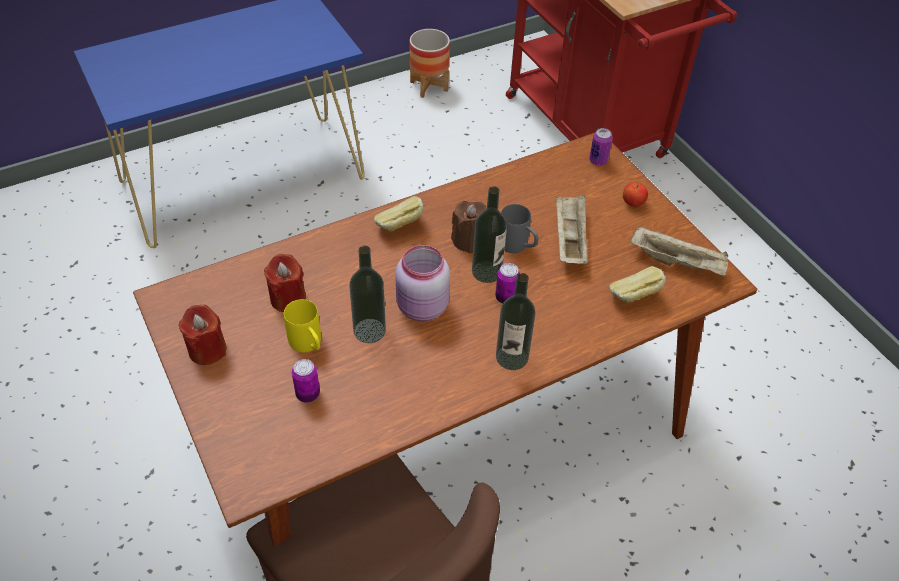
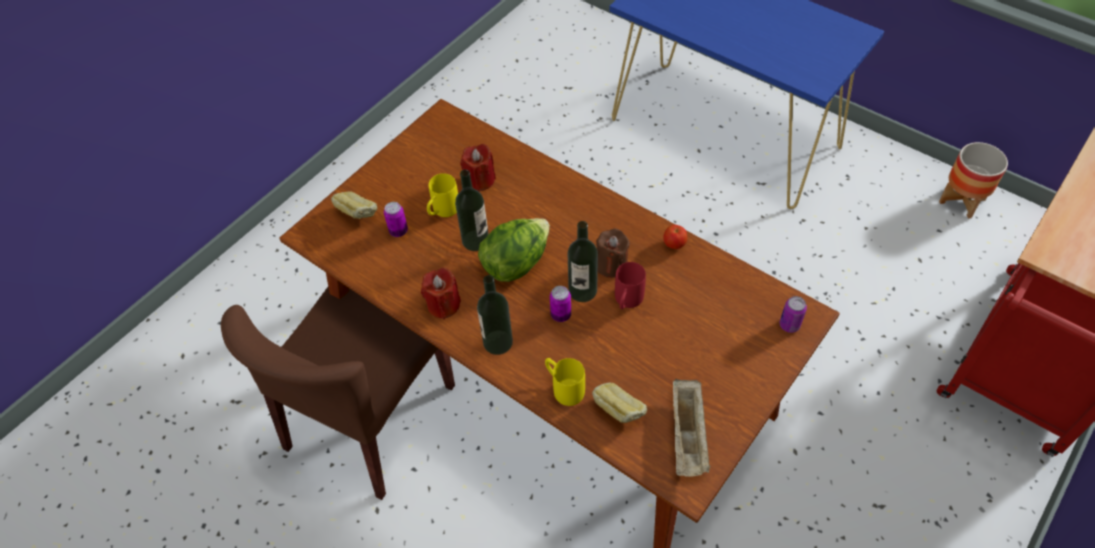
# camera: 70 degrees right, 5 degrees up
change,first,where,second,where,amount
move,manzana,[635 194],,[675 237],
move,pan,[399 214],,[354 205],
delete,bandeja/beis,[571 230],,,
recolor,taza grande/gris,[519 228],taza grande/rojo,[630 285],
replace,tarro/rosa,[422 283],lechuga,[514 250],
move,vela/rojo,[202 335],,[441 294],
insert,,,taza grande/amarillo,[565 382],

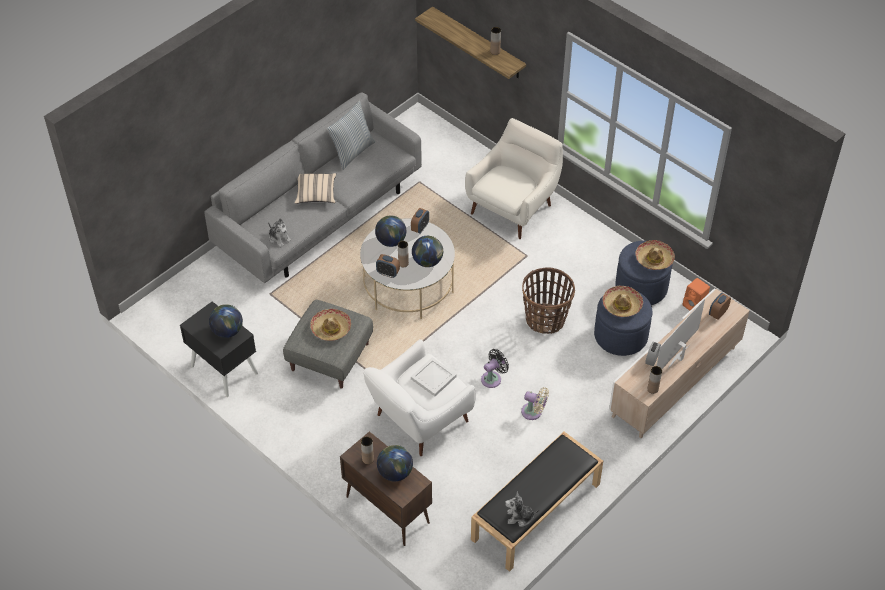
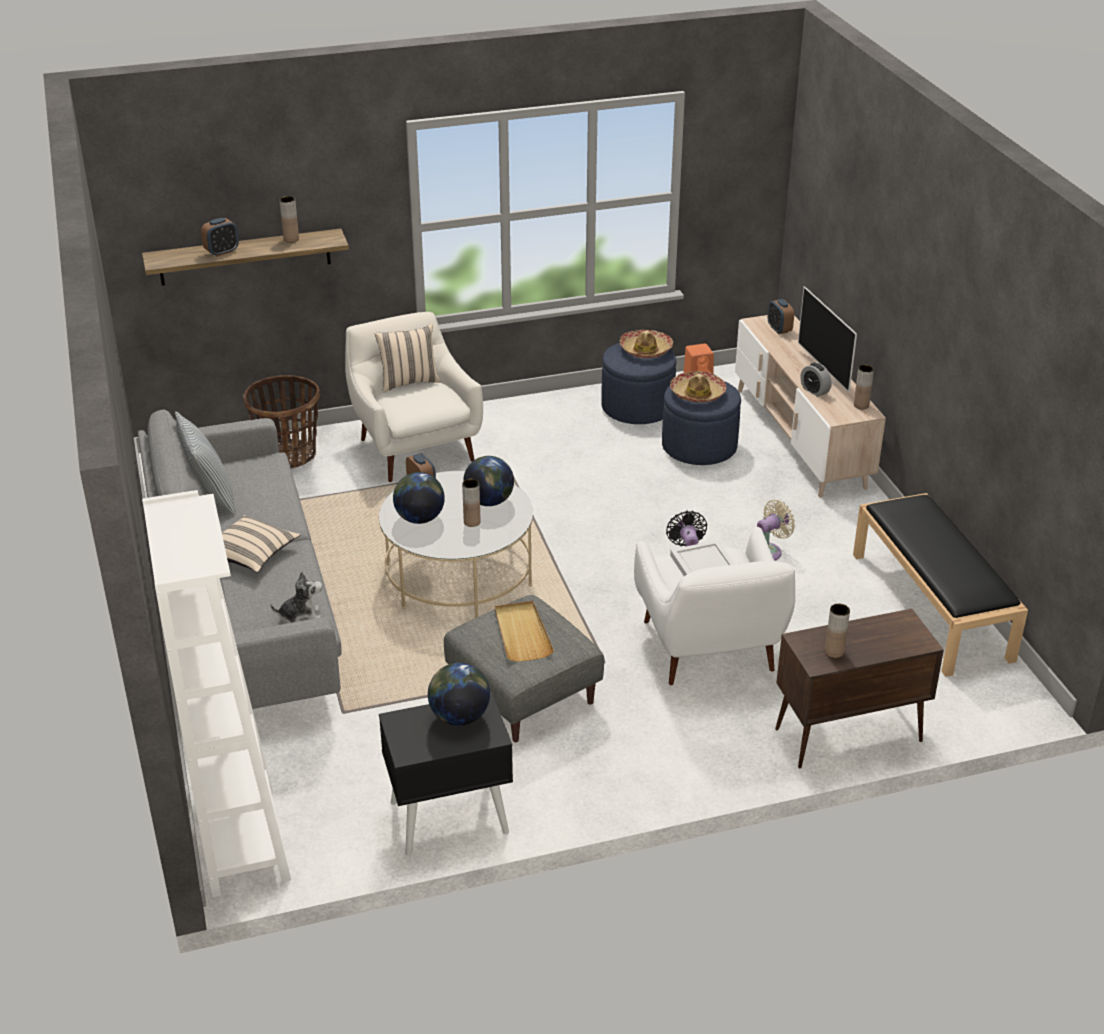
# camera: 60 degrees left, 15 degrees down
change,first,where,second,where,amount
move,despertador,[388 266],,[220 237],
move,cesta,[548 300],,[281 421],
replace,sombrero,[330 325],bandeja/beis,[524 631],
delete,globo terráqueo,[395 463],,,
delete,peluche,[522 509],,,
insert,,,cojín/beis,[407 358],
insert,,,estantería/blanco,[216 694],

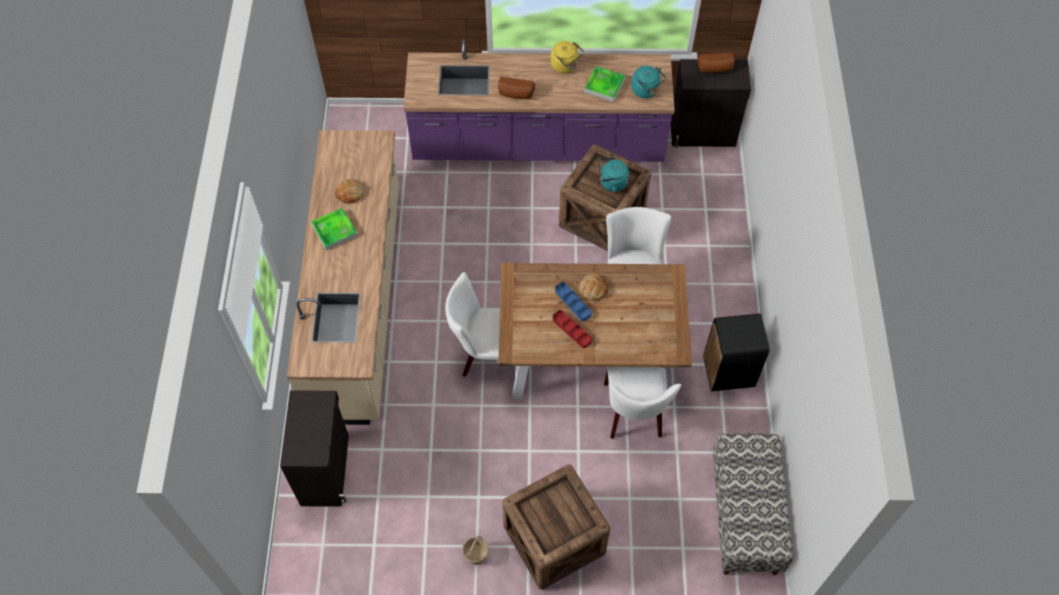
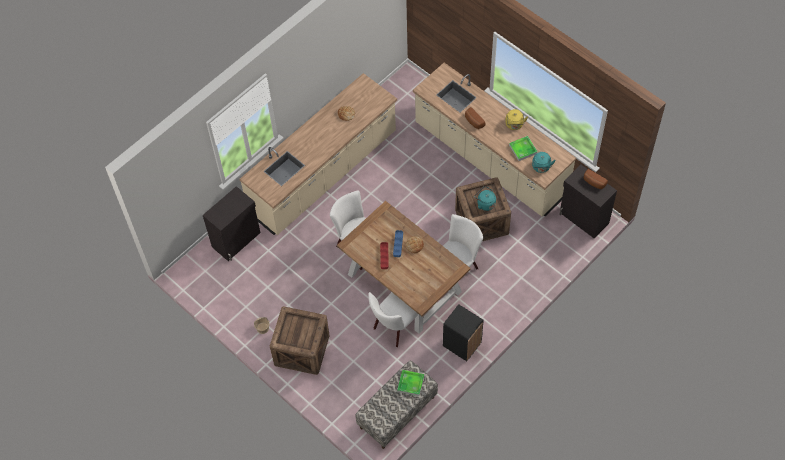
# camera: 45 degrees right, 0 degrees up
change,first,where,second,where,amount
recolor,mueble bajo de cocina/morado,[539 100],mueble bajo de cocina/beis,[494 139],
move,bandeja,[334 229],,[410 383],

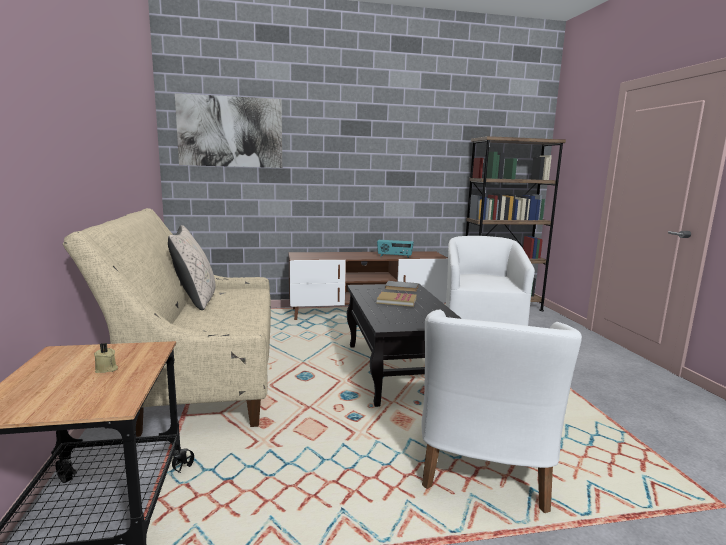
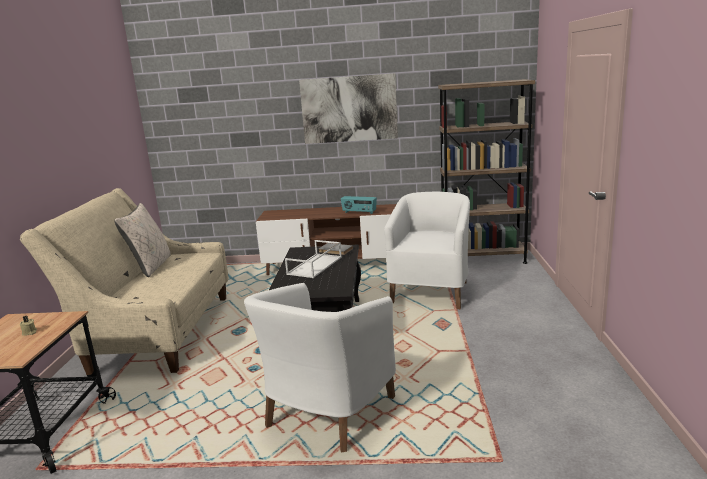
# camera: 15 degrees right, 5 degrees up
change,first,where,second,where,amount
move,cuadro,[228 130],,[348 108],
replace,libro,[397 299],bandeja/blanco,[313 259],

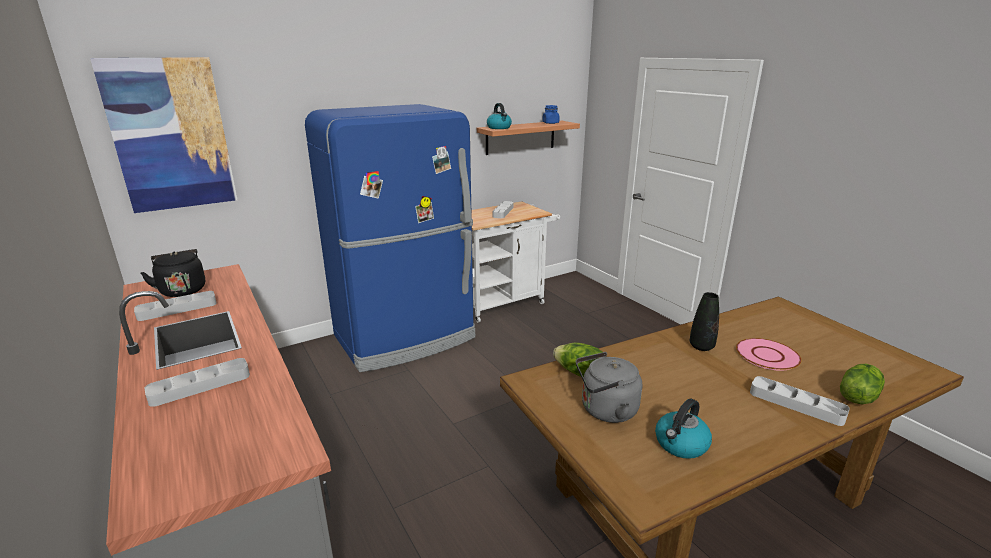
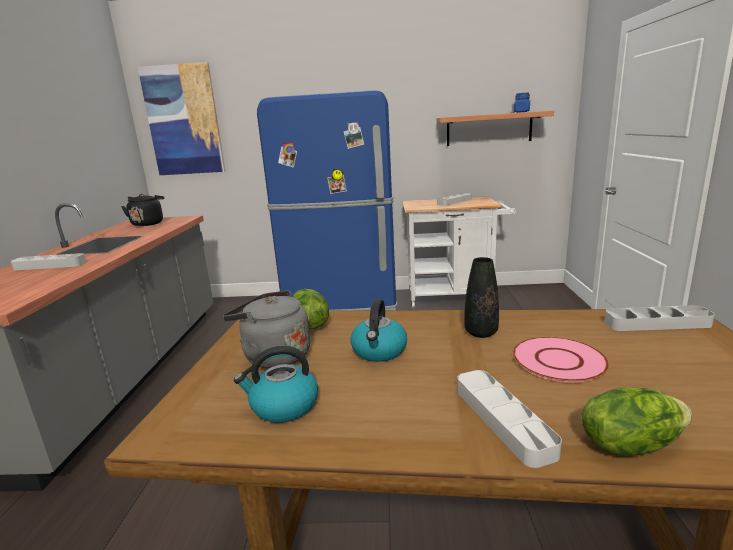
# camera: 35 degrees right, 5 degrees down
change,first,where,second,where,amount
move,hervidor,[499 116],,[378 330],
move,bandeja/gris,[175 306],,[660 318],

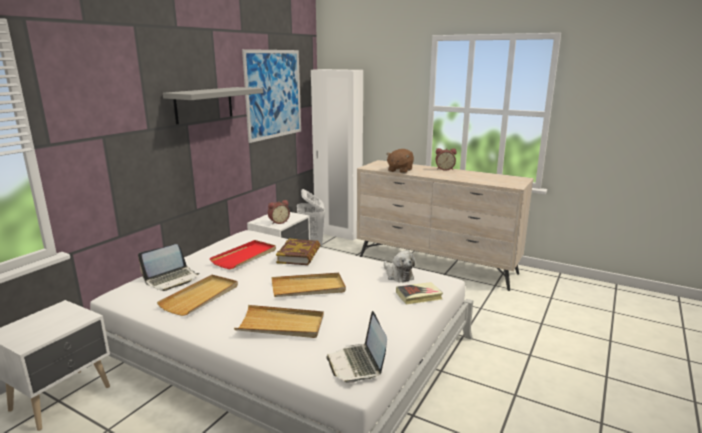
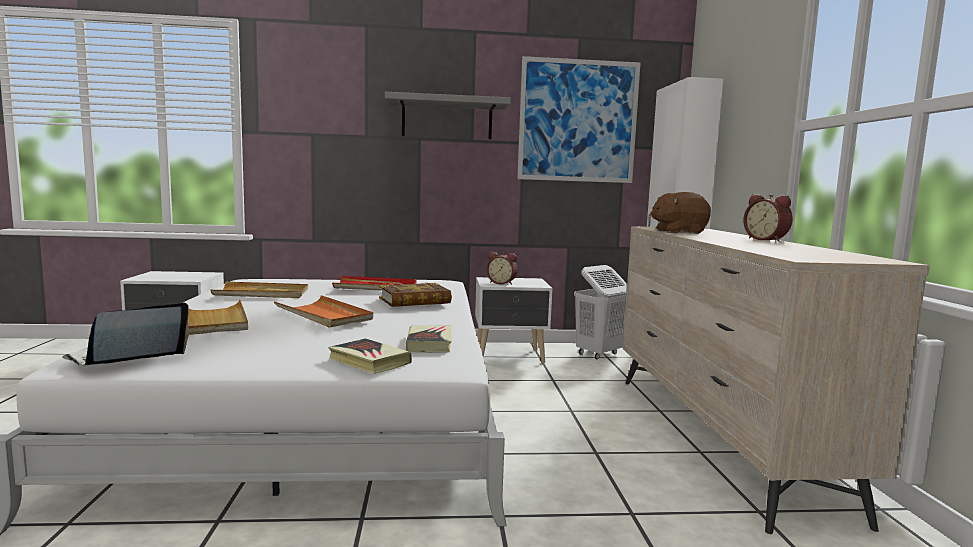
# camera: 55 degrees right, 10 degrees down
change,first,where,second,where,amount
delete,portátil,[168 267],,,
replace,peluche,[400 267],libro,[429 339],
recolor,bandeja/beis,[309 285],bandeja/naranja,[323 311],

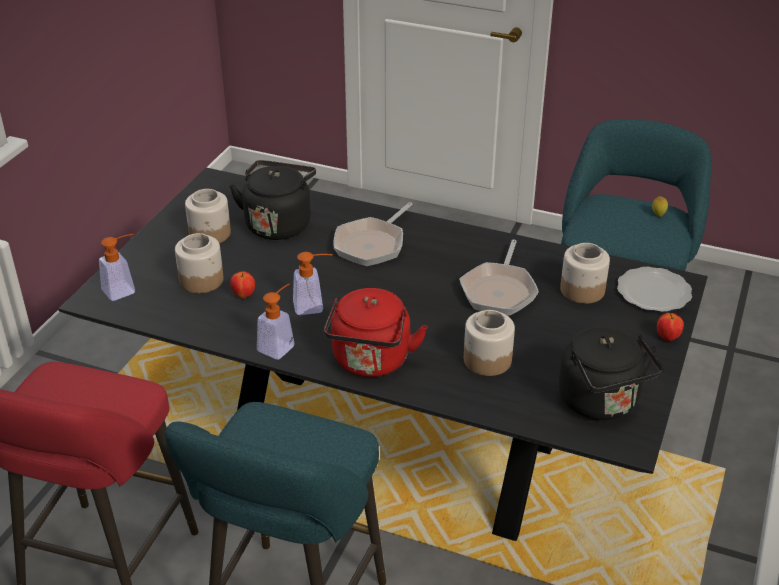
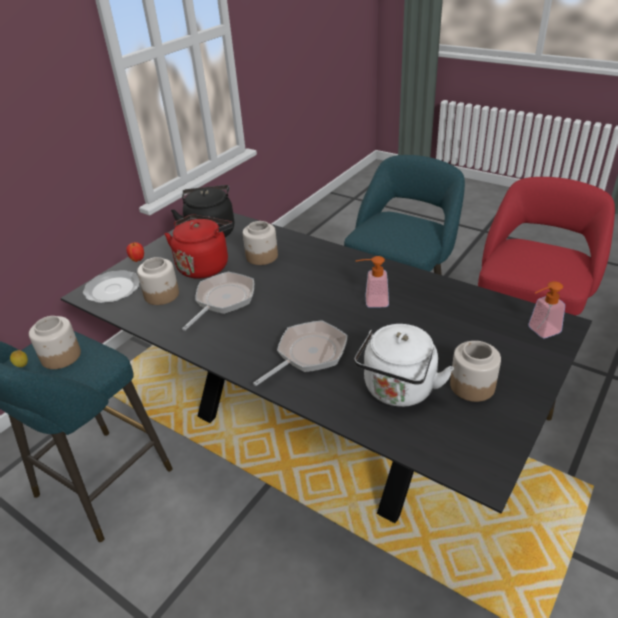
# camera: 165 degrees left, 0 degrees up
change,first,where,second,where,amount
recolor,hervidor/negro,[272 200],hervidor/blanco,[404 365],
move,tarro,[199 263],,[55 342],
delete,manzana,[242 285],,,
delete,dispensador de jabón,[276 322],,,
move,hervidor/rojo,[376 332],,[199 247],

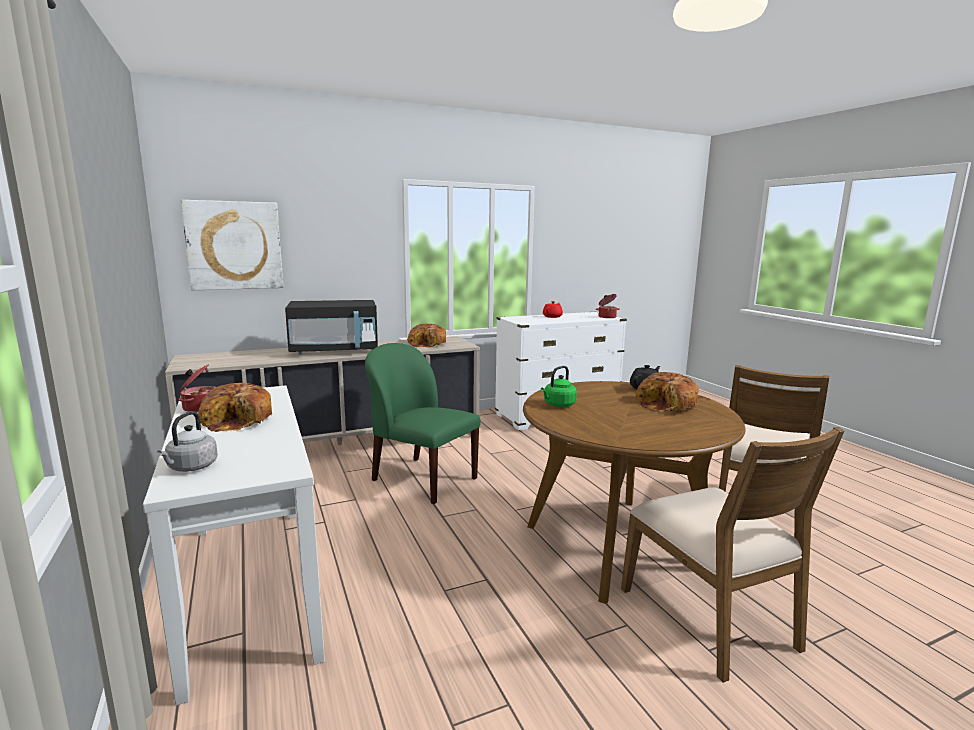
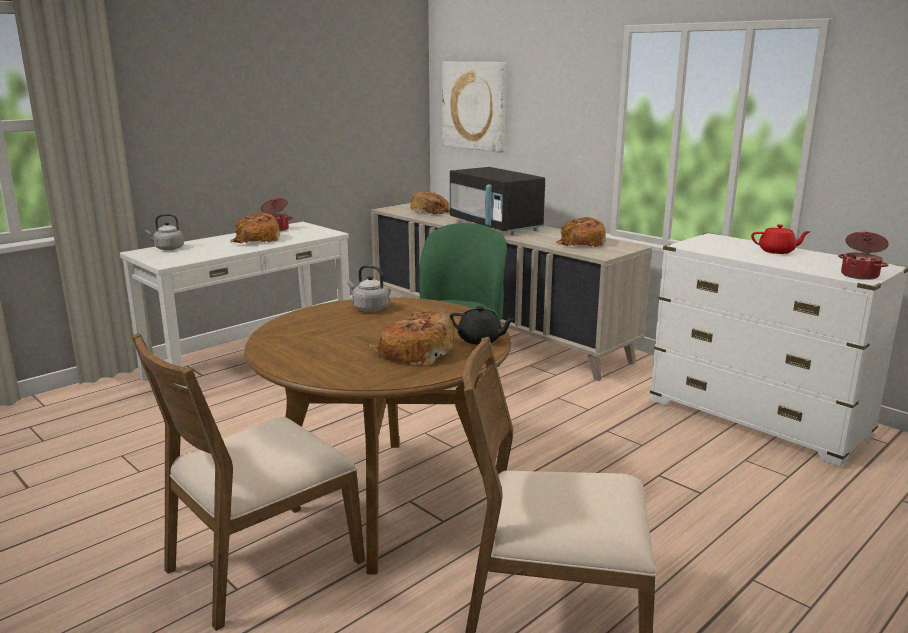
# camera: 70 degrees right, 5 degrees up
change,first,where,second,where,amount
recolor,hervidor/verde,[559 386],hervidor/gris,[368 288],
insert,,,pan,[430 203],

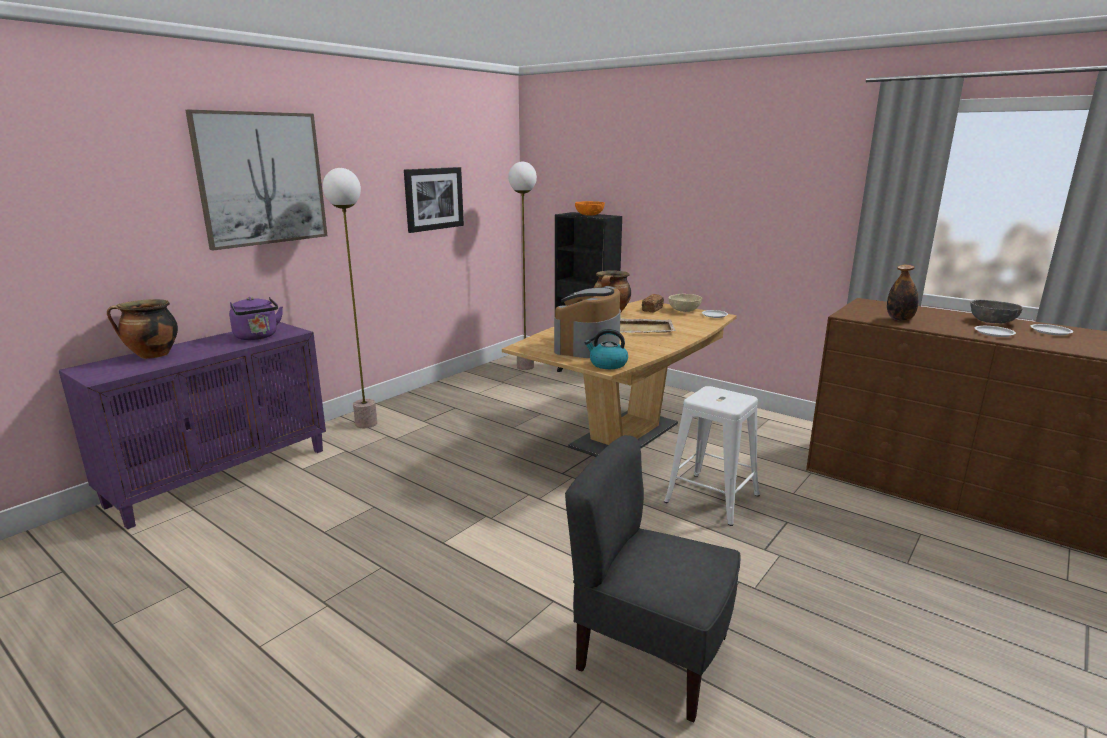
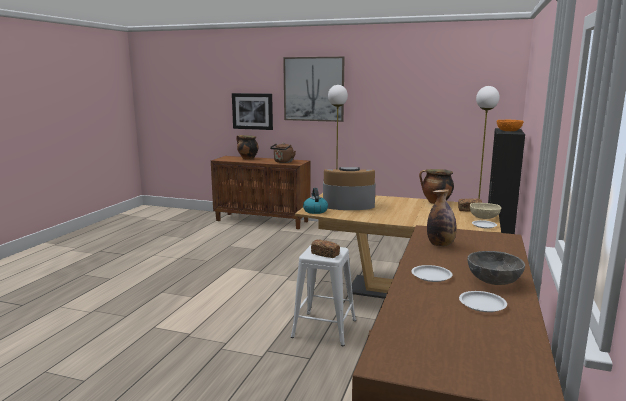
# camera: 70 degrees right, 5 degrees down
change,first,where,second,where,amount
move,cuadro,[434 200],,[252 111],
recolor,hervidor/morado,[256 318],hervidor/marrón,[283 153],
delete,bandeja/beis,[648 325],,,
recolor,armario/morado,[192 425],armario/marrón,[261 192],
delete,silla/gris,[653 578],,,
insert,,,pan,[325 248],

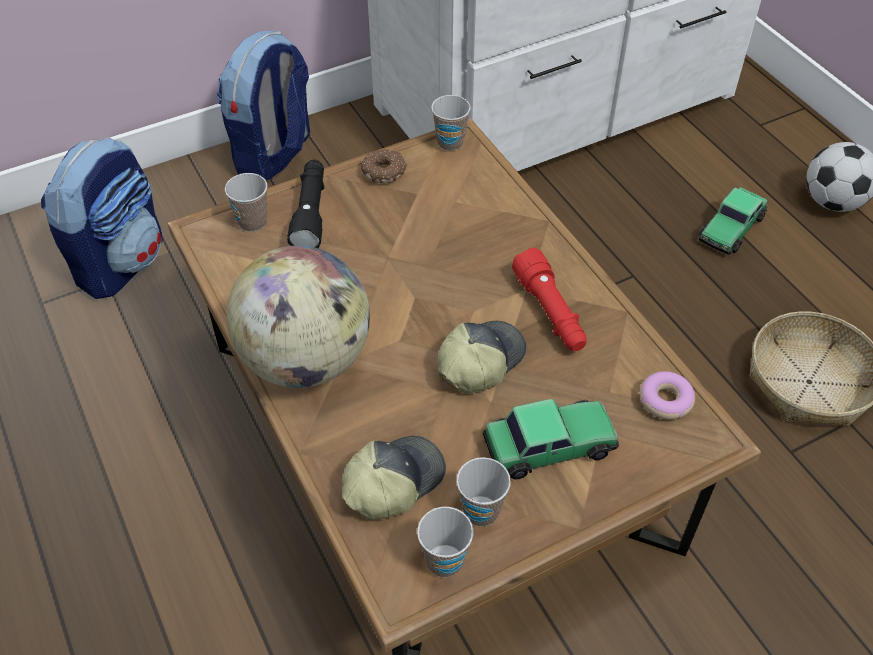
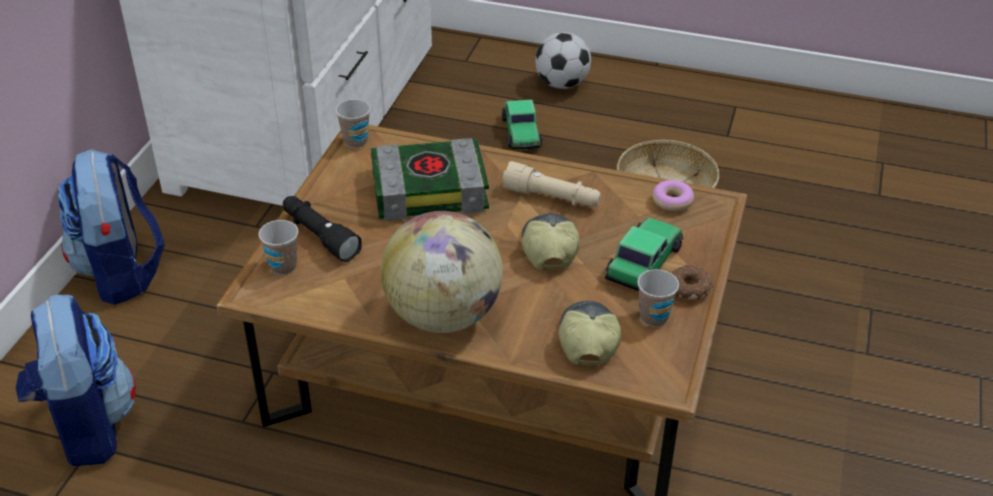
# camera: 45 degrees left, 10 degrees down
change,first,where,second,where,amount
move,rosquilla,[384 166],,[692 282],
recolor,linterna/rojo,[549 299],linterna/beis,[551 184],
delete,taza,[445 542],,,
insert,,,libro,[430 179],

